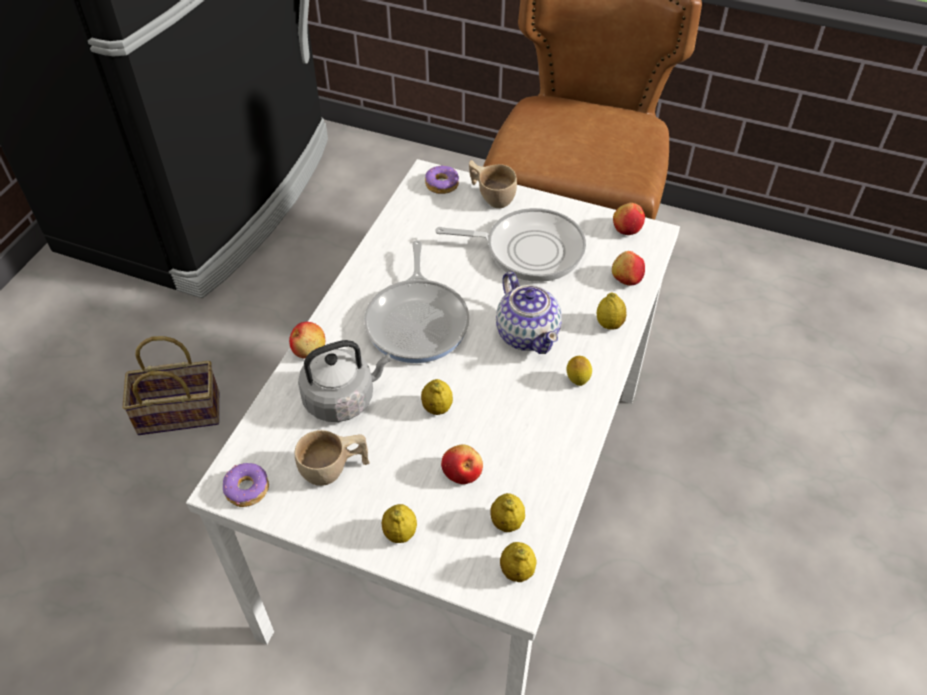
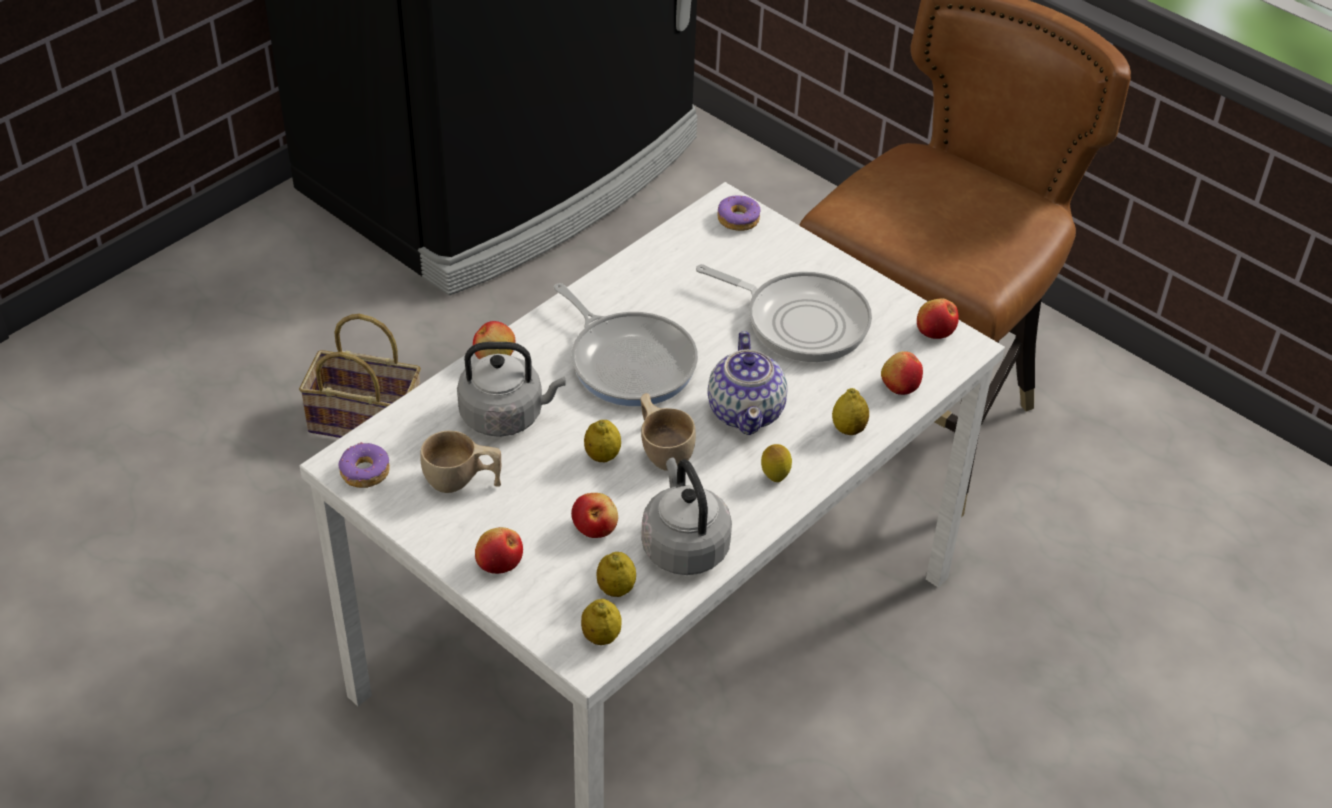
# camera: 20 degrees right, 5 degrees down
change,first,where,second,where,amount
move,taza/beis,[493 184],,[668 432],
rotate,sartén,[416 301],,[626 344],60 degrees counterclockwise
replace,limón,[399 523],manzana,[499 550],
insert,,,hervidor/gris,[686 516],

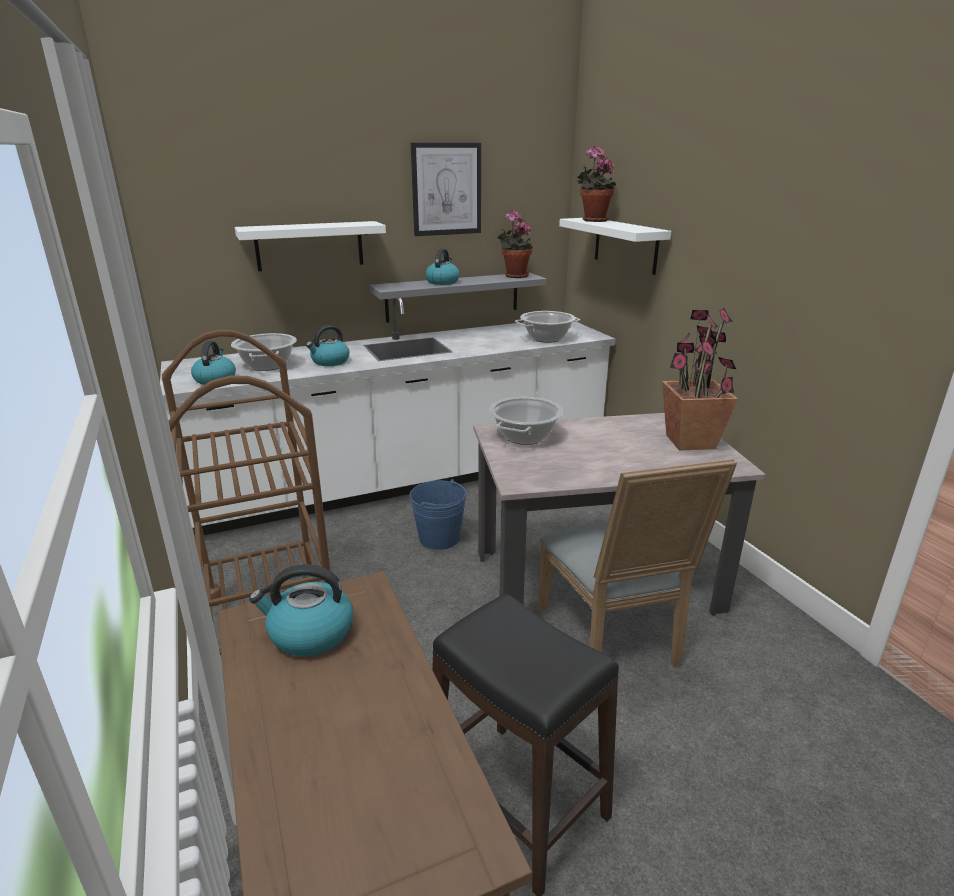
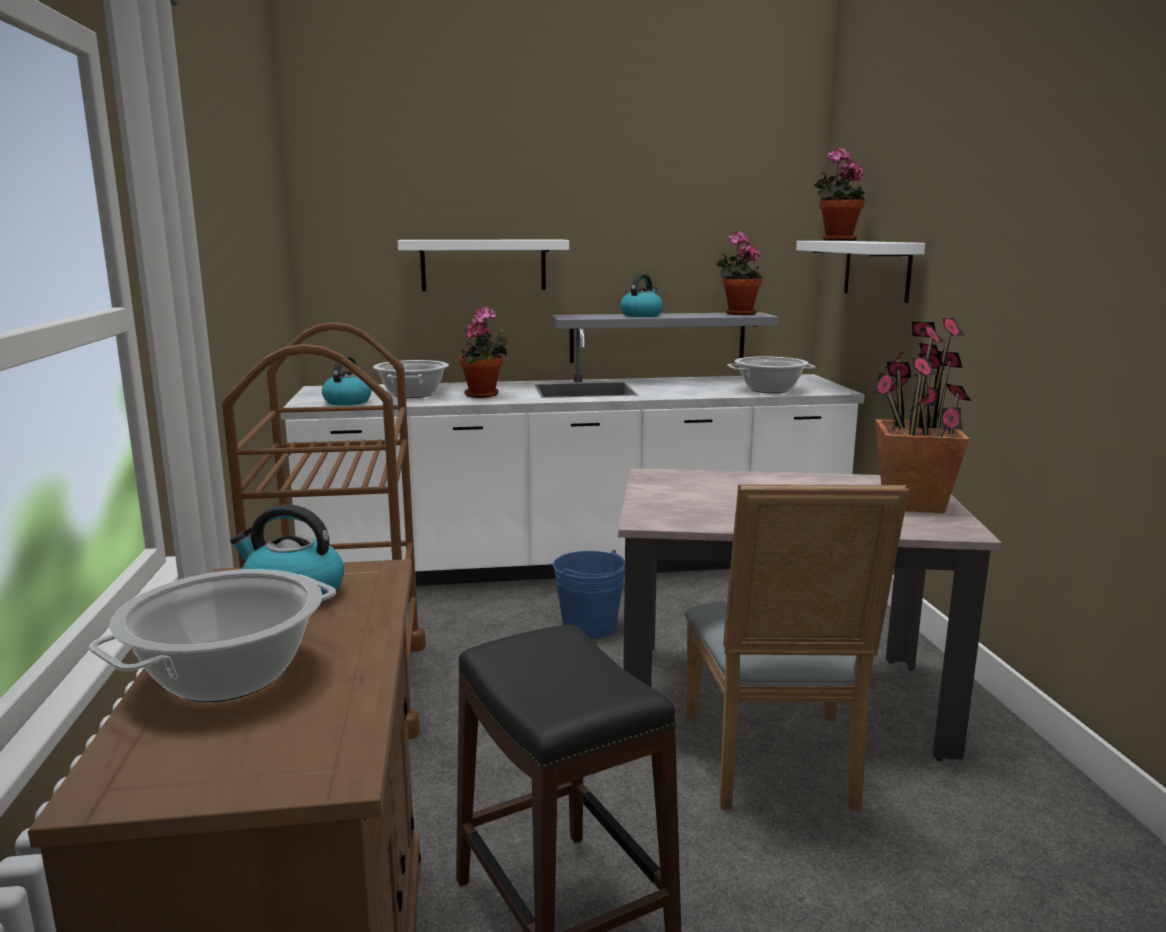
# camera: 15 degrees right, 10 degrees down
change,first,where,second,where,amount
delete,cuadro,[446 189],,,
replace,hervidor,[327 345],planta en maceta,[483 352],
move,olla,[526 421],,[212 635],

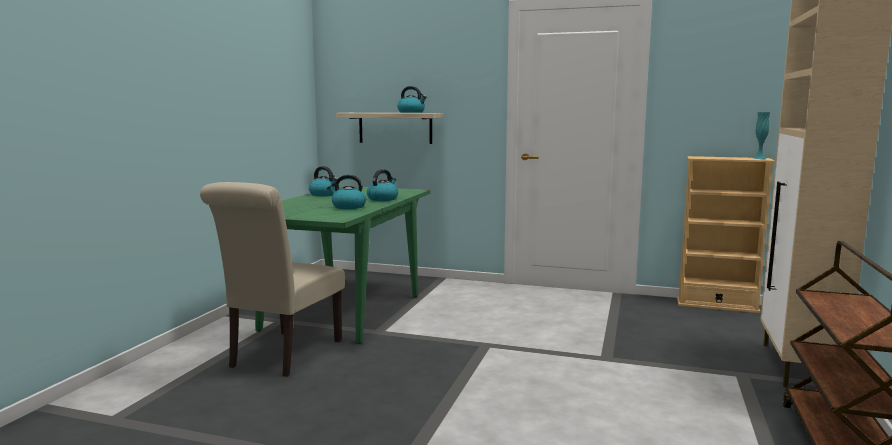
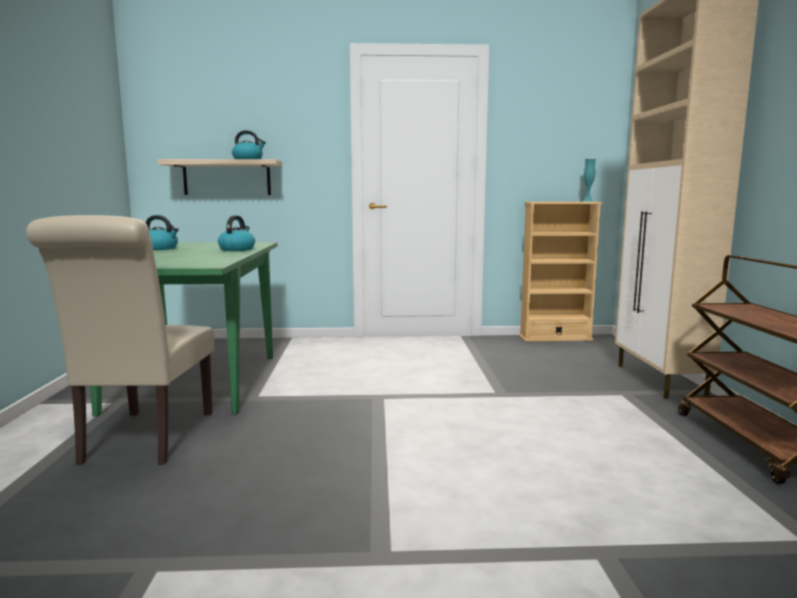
# camera: 20 degrees left, 0 degrees up
change,first,where,second,where,amount
delete,hervidor,[346 192],,,

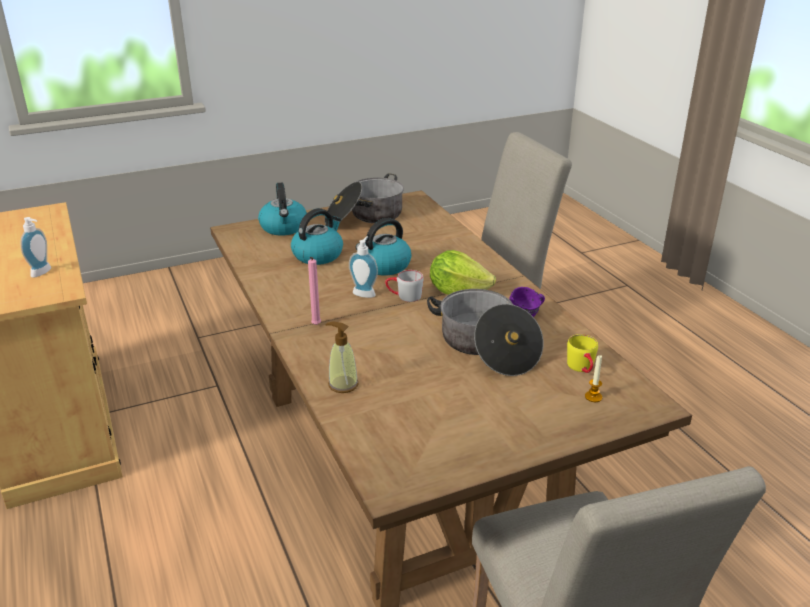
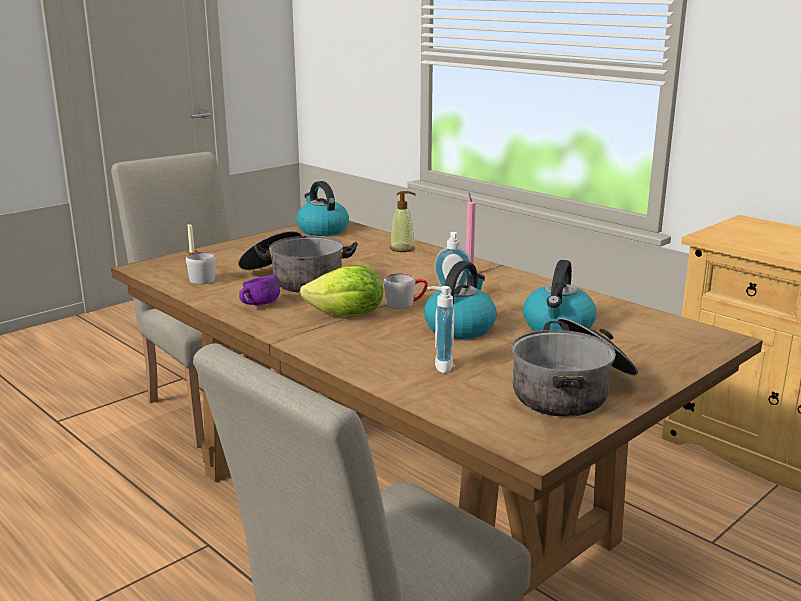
# camera: 160 degrees right, 10 degrees down
change,first,where,second,where,amount
move,hervidor,[282 209],,[323 208],
move,dispensador de jabón,[35 247],,[440 329],
recolor,taza grande/amarillo,[582 353],taza grande/gris,[200 268],

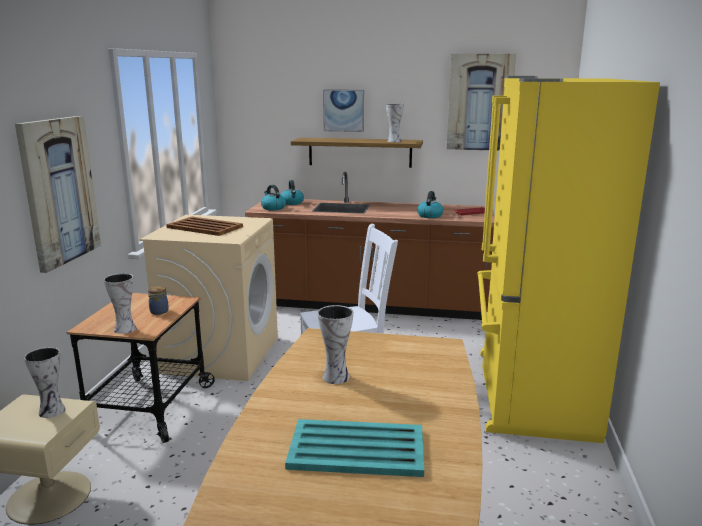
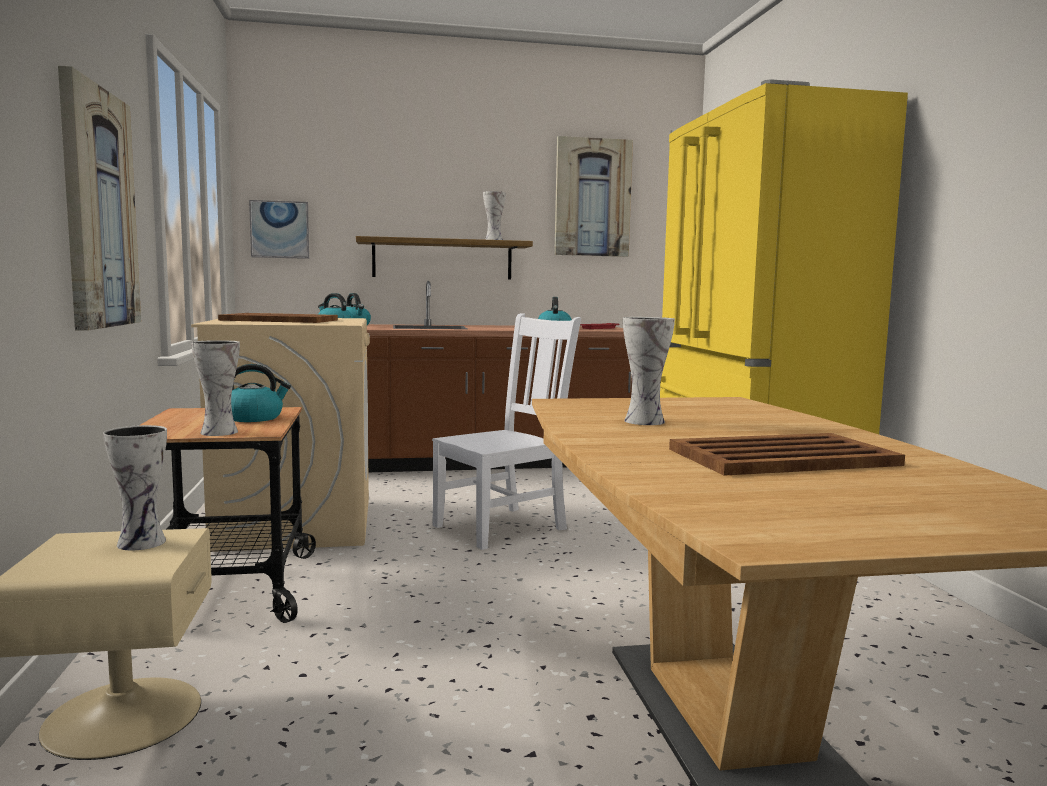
# camera: 20 degrees left, 10 degrees down
change,first,where,second,where,amount
move,cuadro,[343 110],,[279 229],
replace,tarro,[158 300],hervidor,[261 393],
recolor,bandeja/turquesa,[354 448],bandeja/marrón,[787 454],

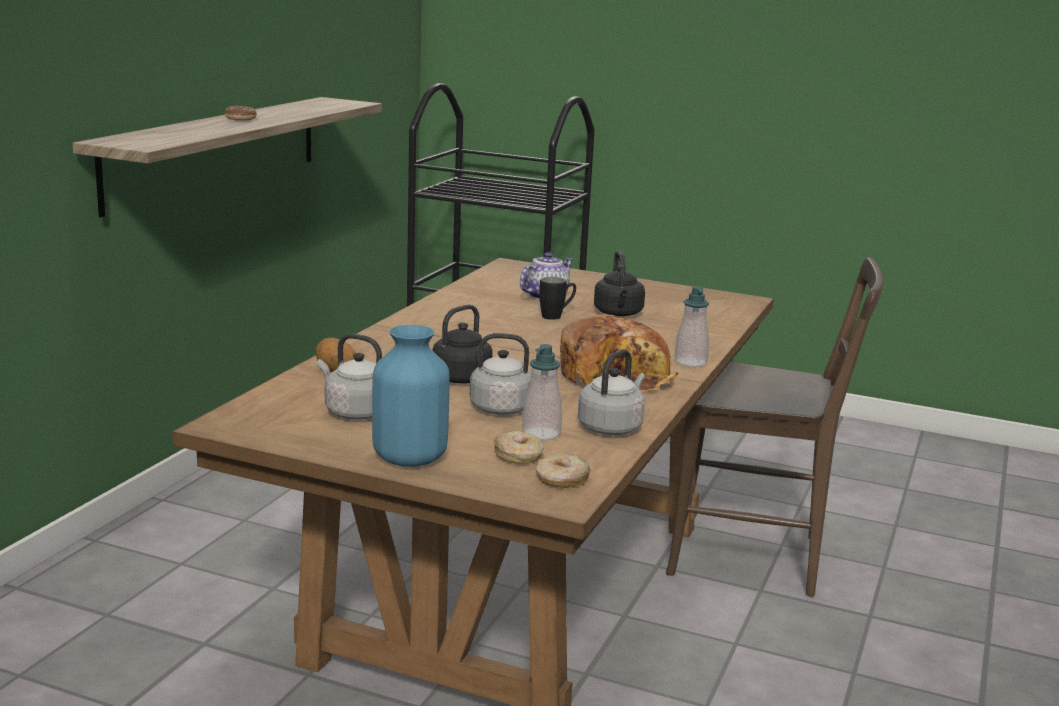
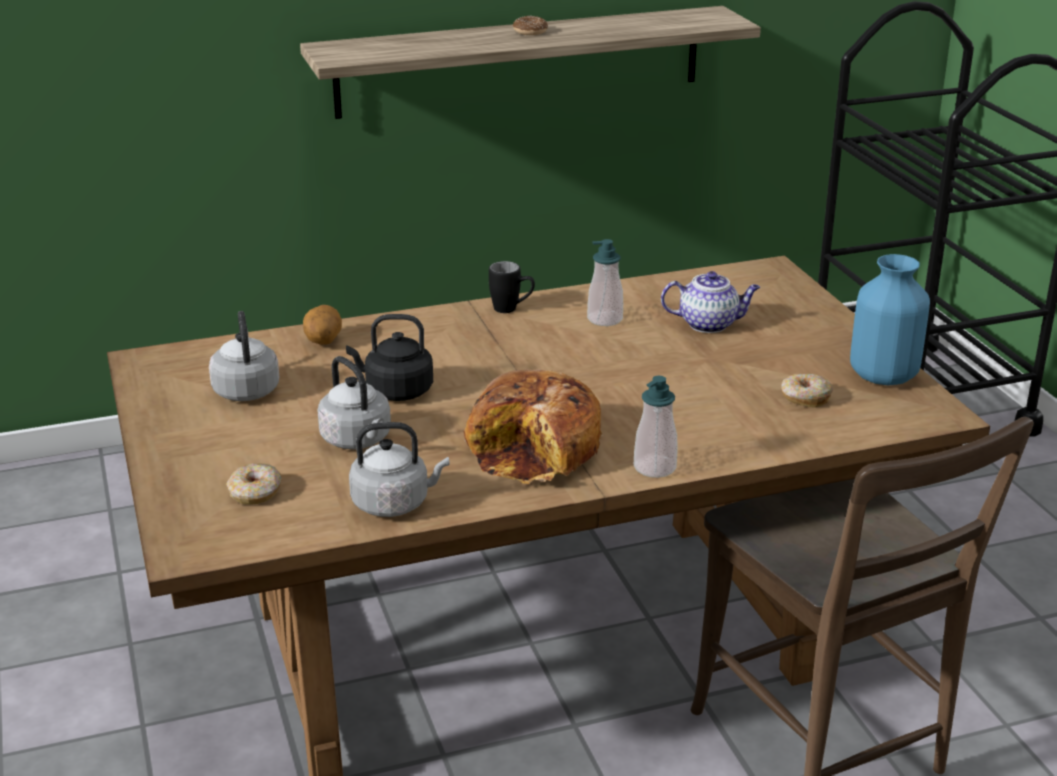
# camera: 50 degrees right, 10 degrees up
change,first,where,second,where,amount
delete,hervidor/negro,[619 283],,,
move,taza grande/negro,[557 298],,[512 287],
move,florero/azul,[411 396],,[890 319],
move,dispensador de jabón,[542 392],,[605 282],
move,rosquilla,[563 470],,[807 391],

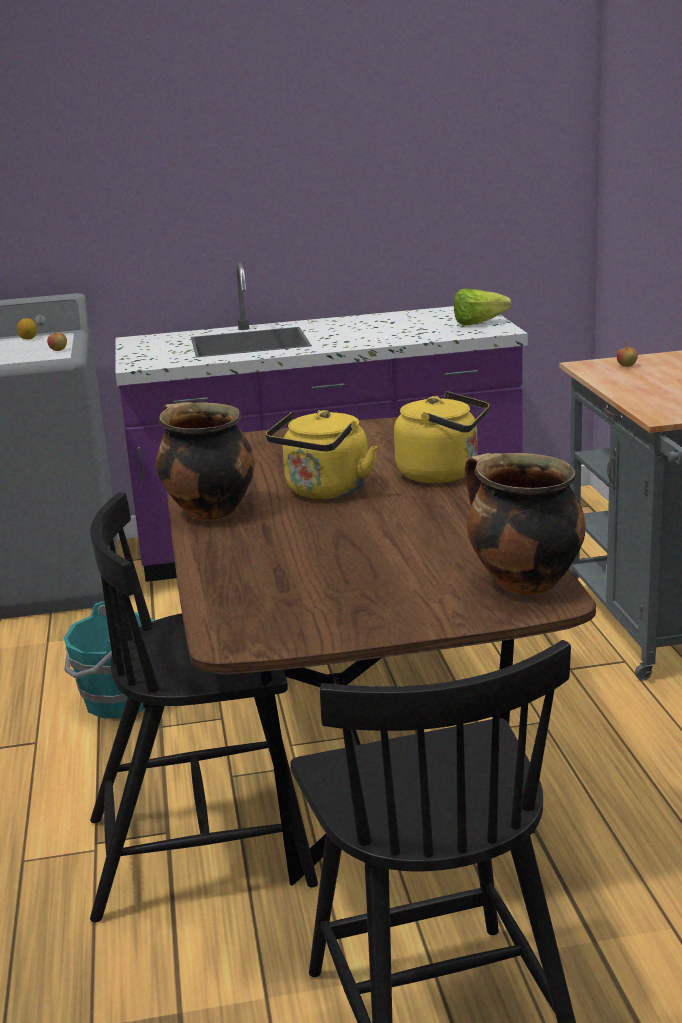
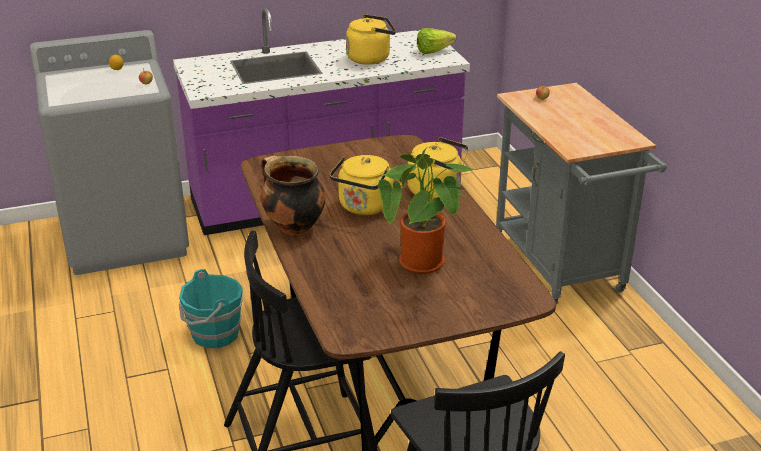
# camera: 10 degrees left, 10 degrees up
change,first,where,second,where,amount
delete,olla,[525 524],,,
insert,,,hervidor/amarillo,[371 39],
insert,,,planta en maceta,[425 211],

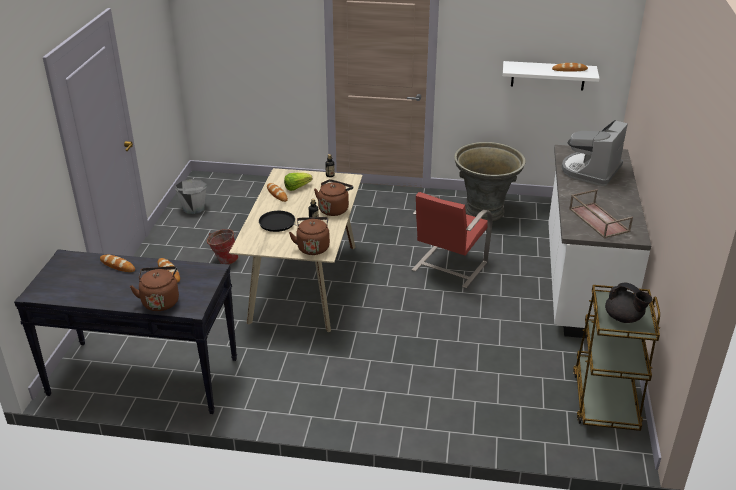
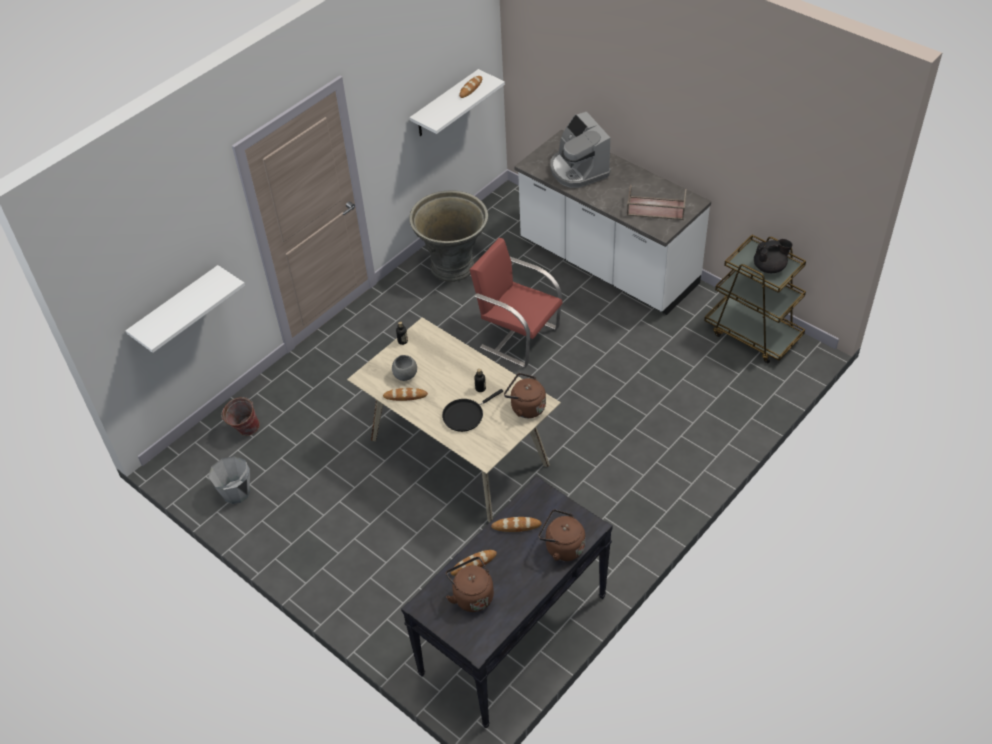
# camera: 55 degrees left, 15 degrees up
change,first,where,second,where,amount
replace,lechuga,[298 182],cuenco/gris,[404 368],
move,hervidor/marrón,[333 197],,[470 584],
rotate,silla/rojo,[452 240],,[515 303],150 degrees clockwise
move,cubo,[223 247],,[240 416],
insert,,,estante/blanco,[185 309],

